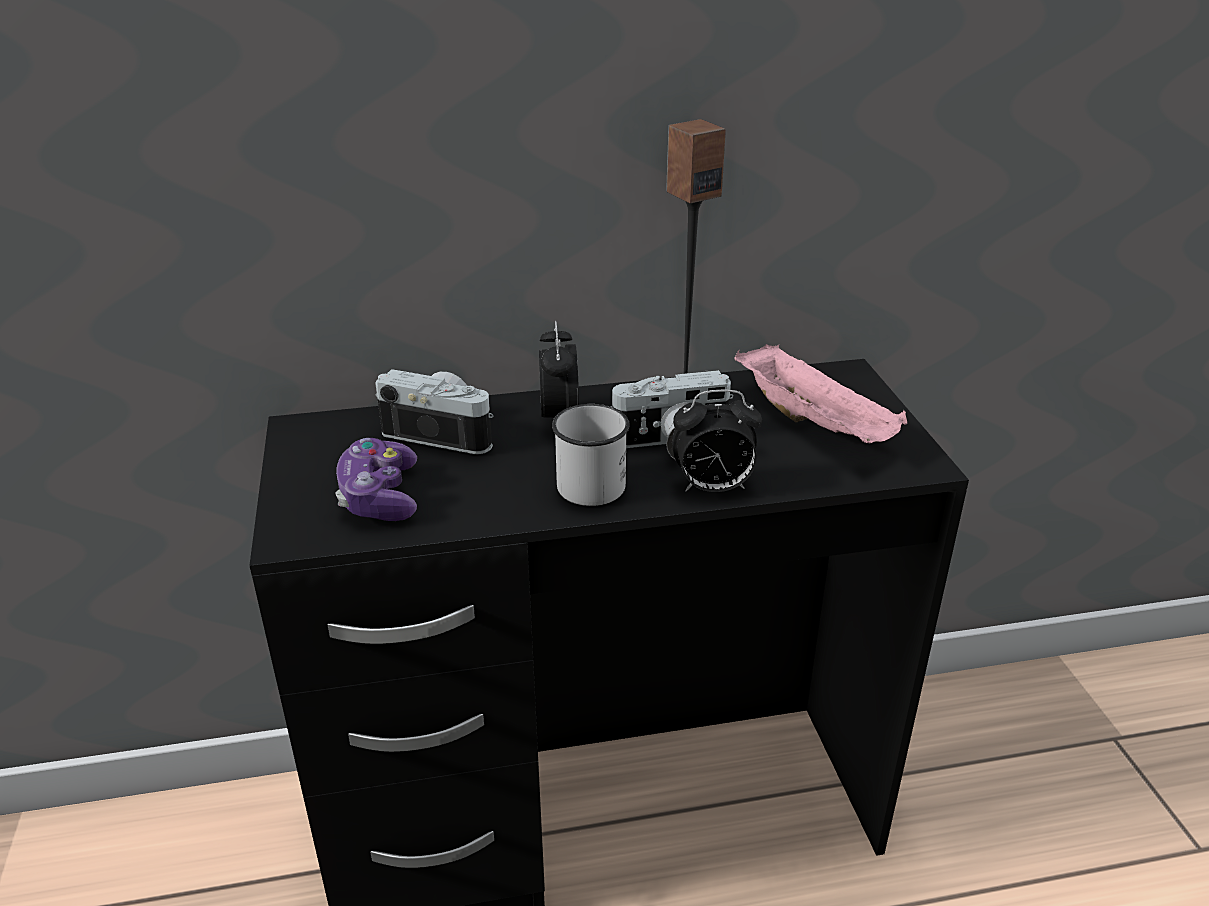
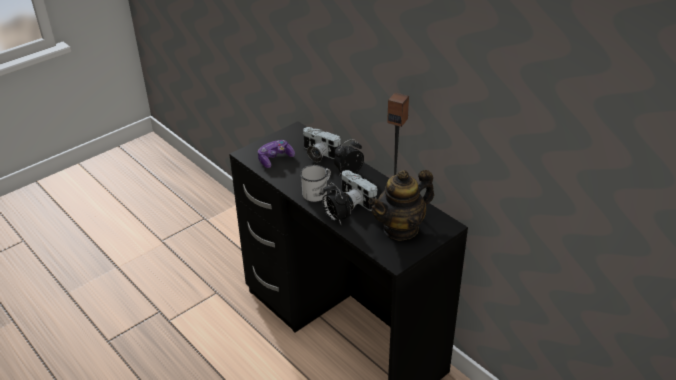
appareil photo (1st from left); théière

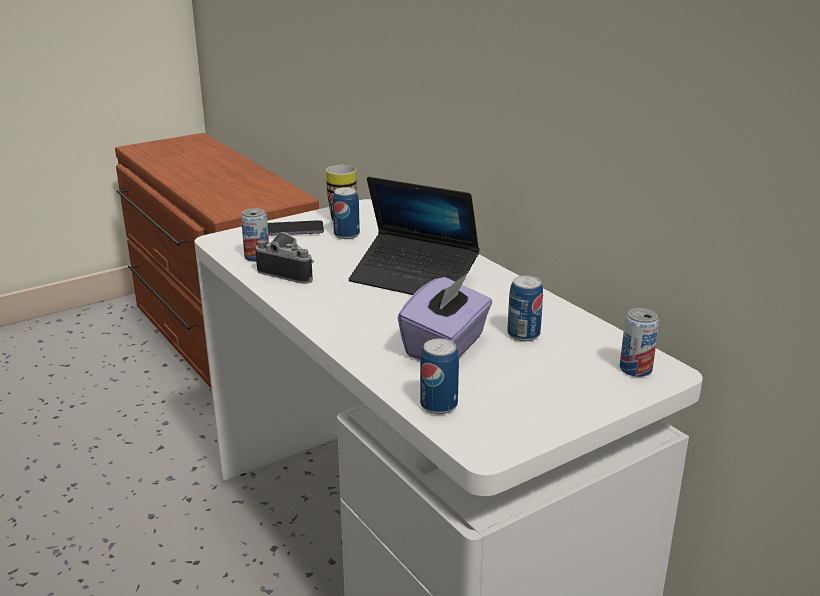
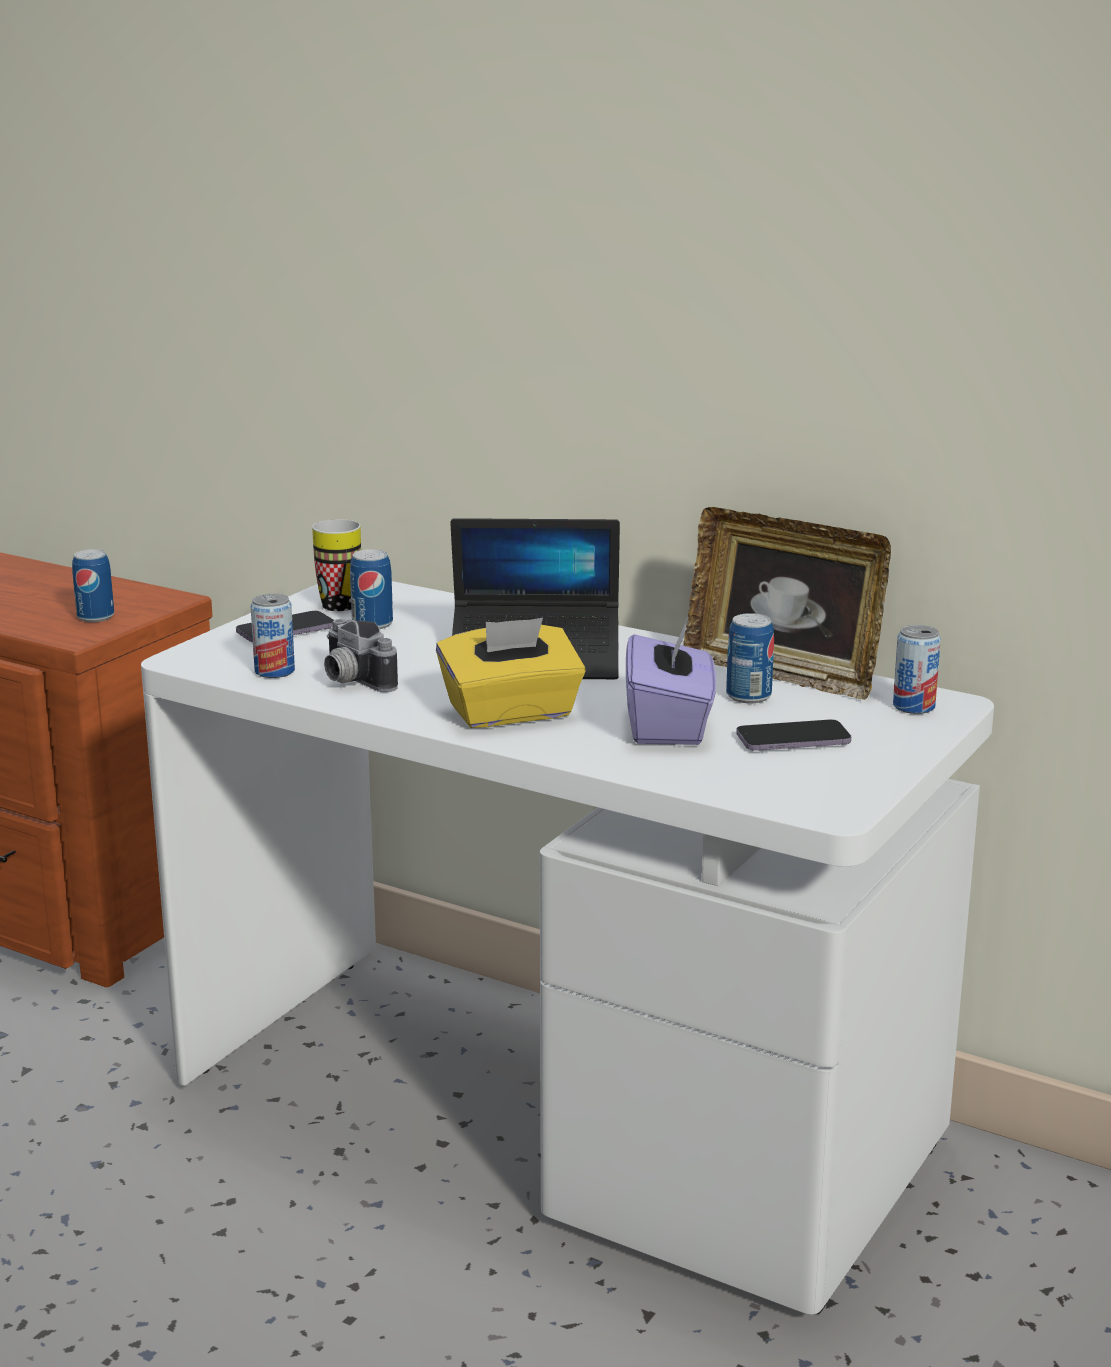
appareil photo; boîte métallique (1st from left); boîte à mouchoirs (jaune); cadre photo; téléphone (2nd from left)

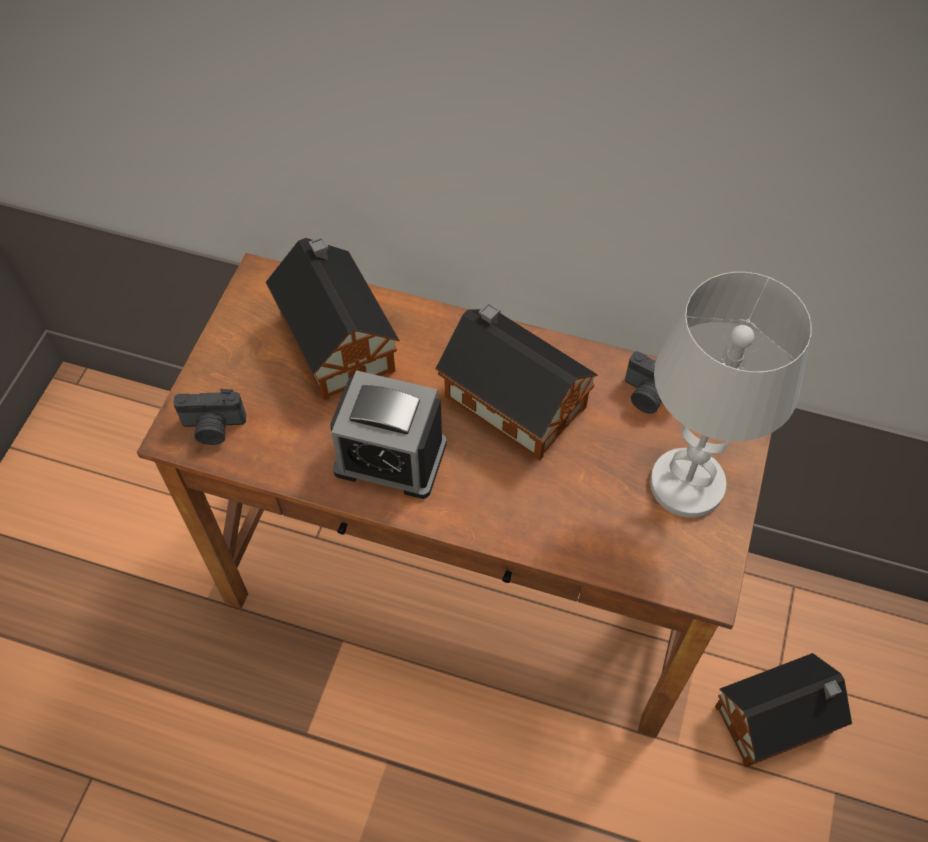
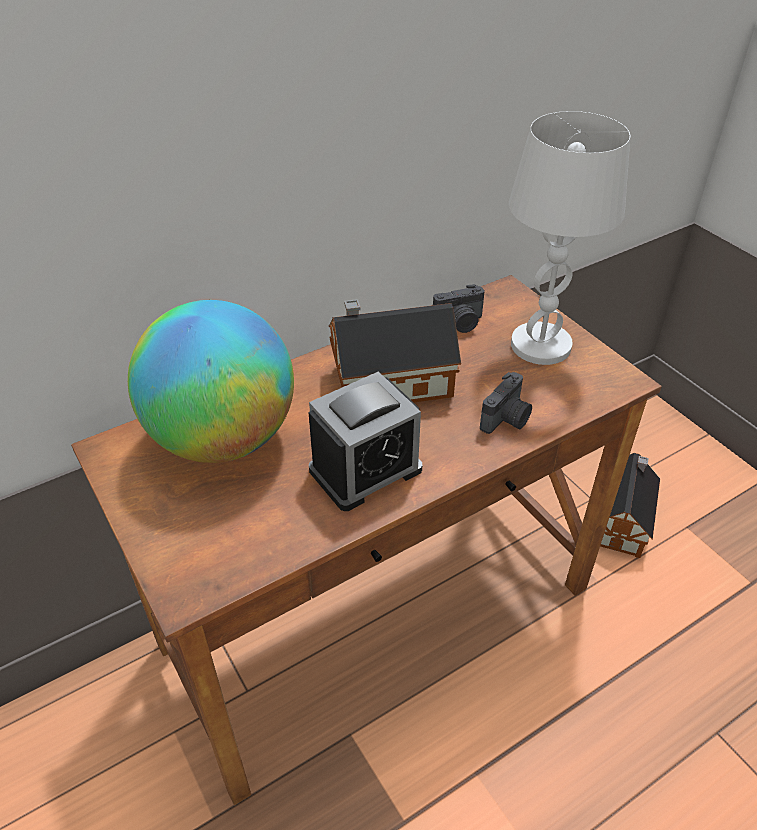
appareil photo (2nd from left); globe

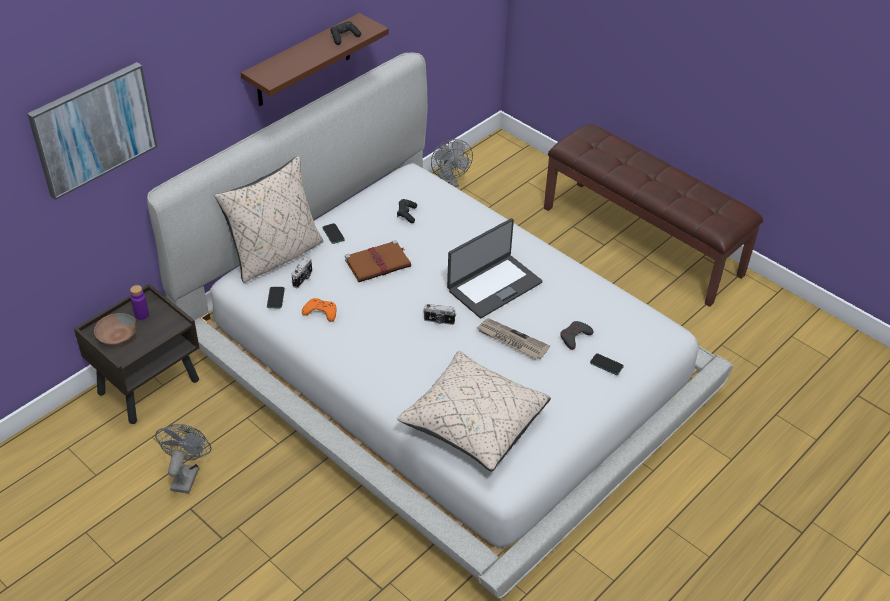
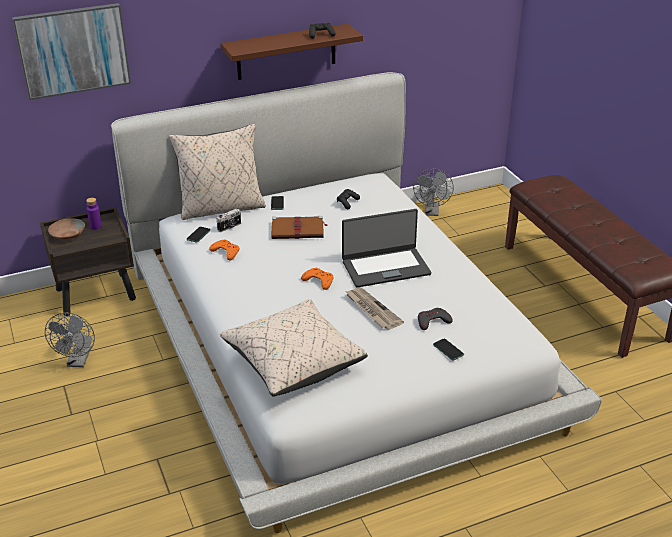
ventilateur (gris) (1st from left); manette (orange) (2nd from left)

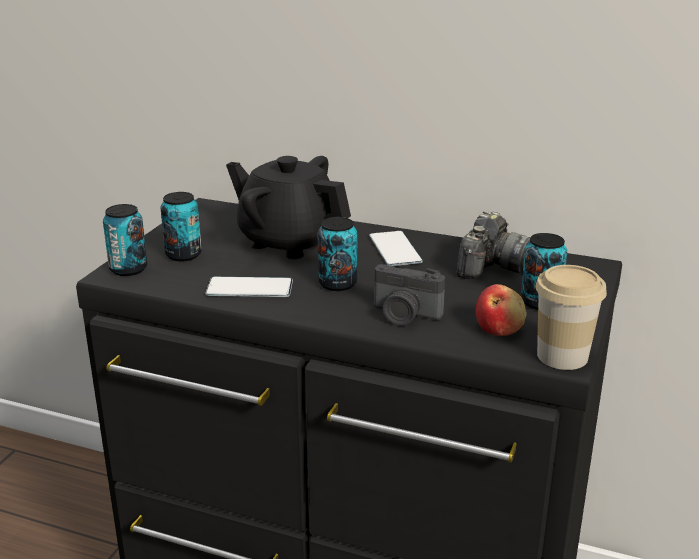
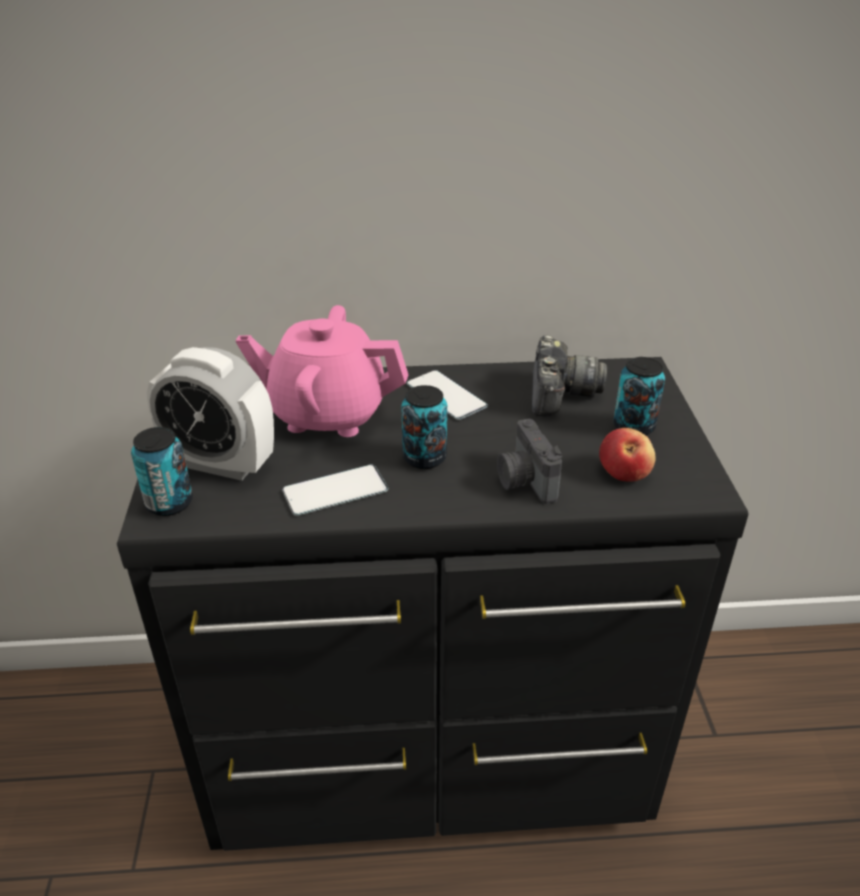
réveil; théière (rose); appareil photo (1st from left); tasse

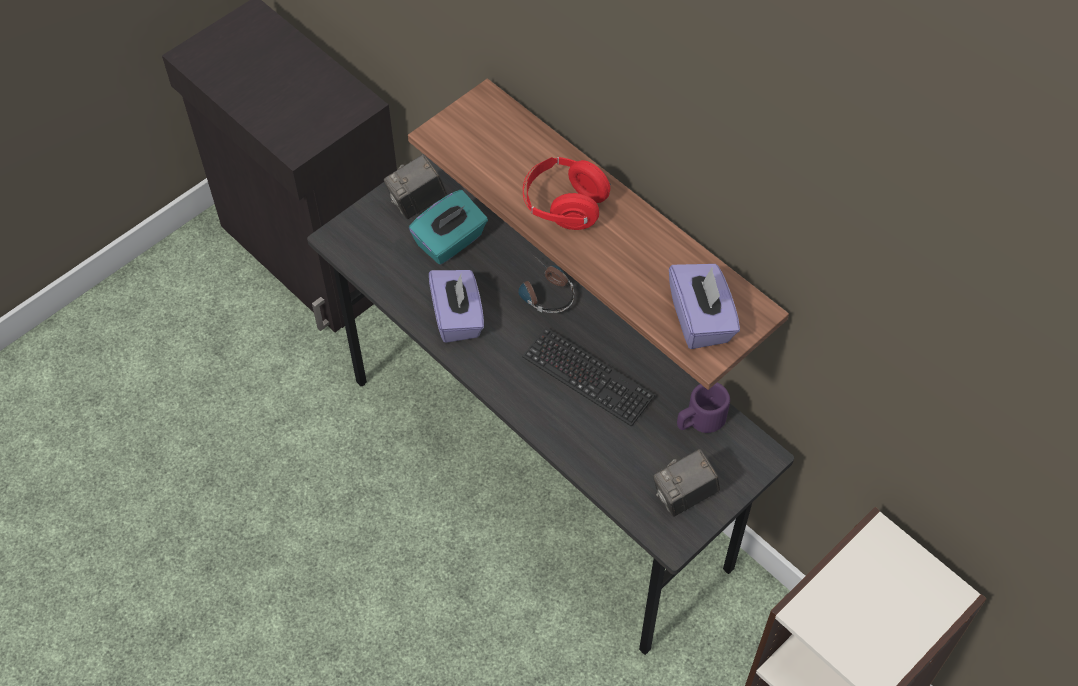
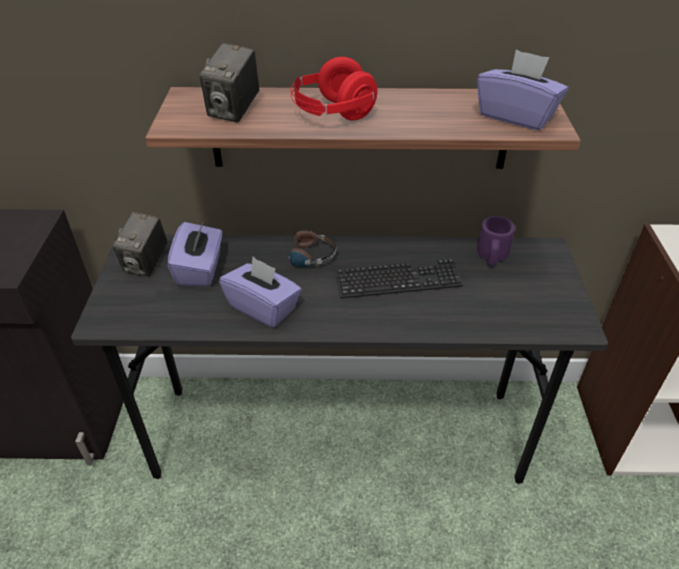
boîte à mouchoirs (violet) (1st from left); appareil photo (2nd from left)

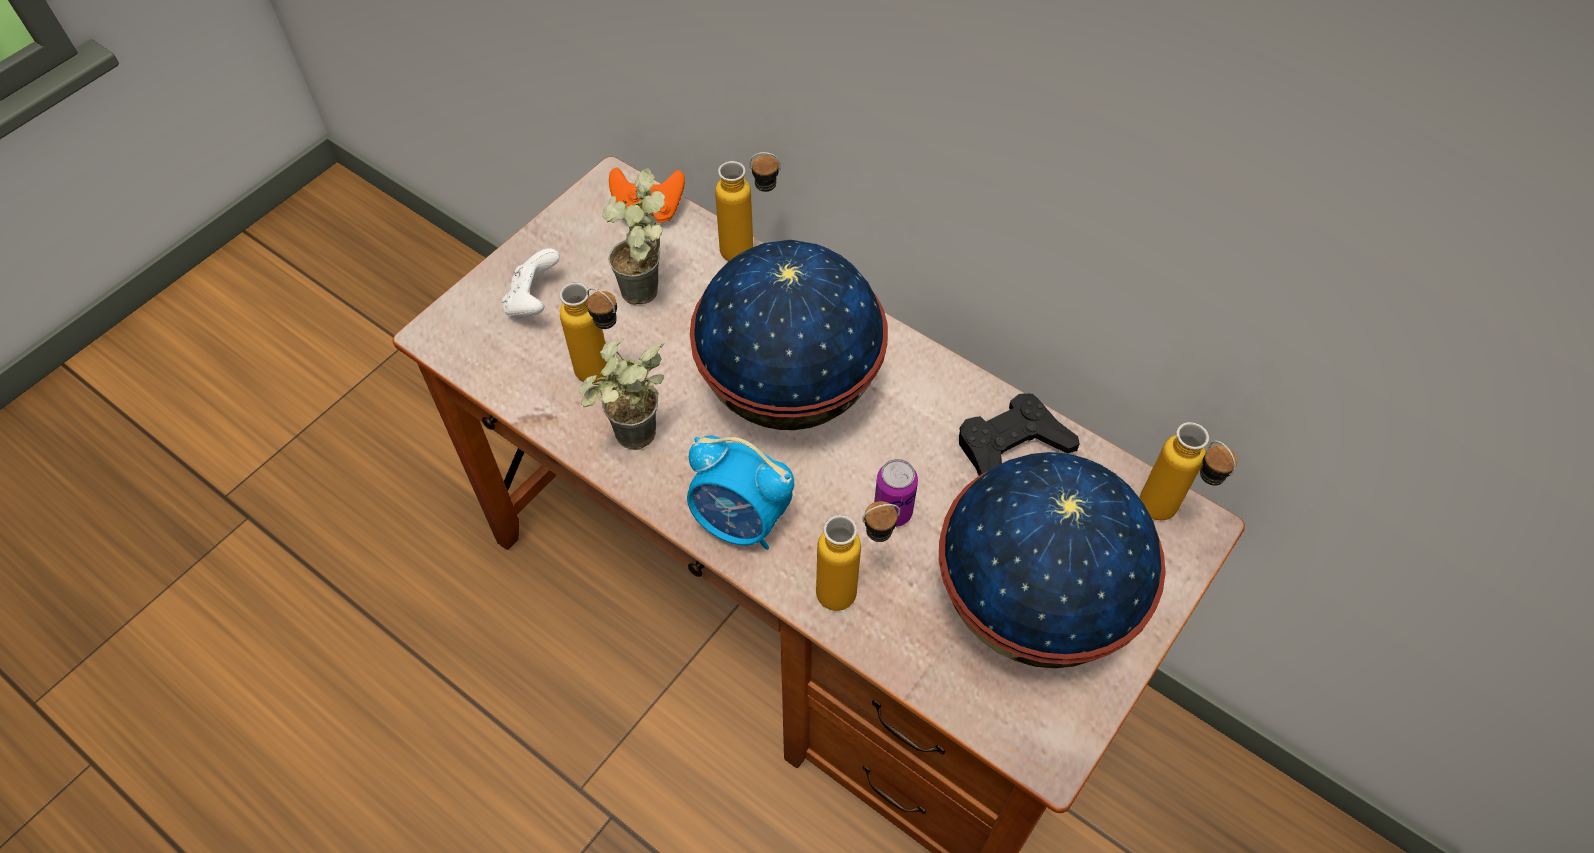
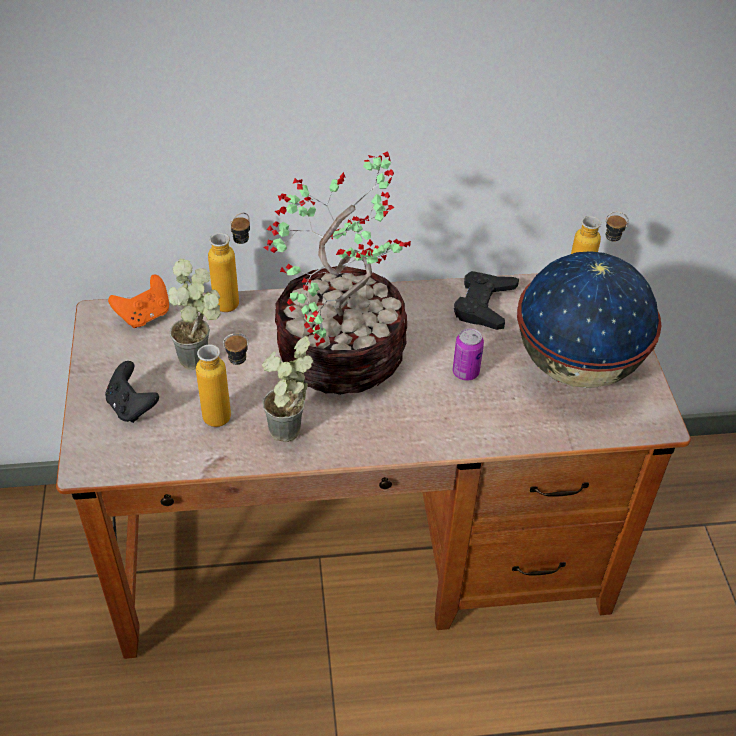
manette (noir) (1st from left); réveil; plante en pot (3rd from left); bouteille (3rd from left in the first image)

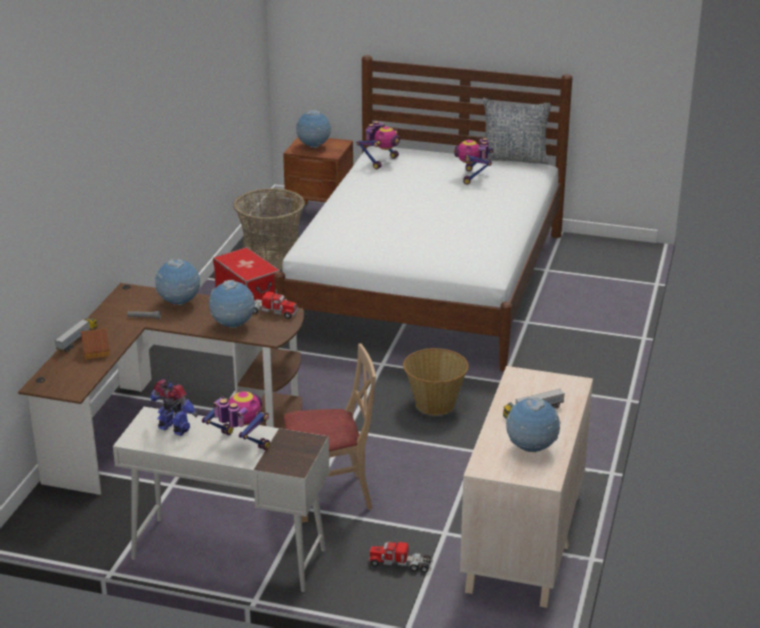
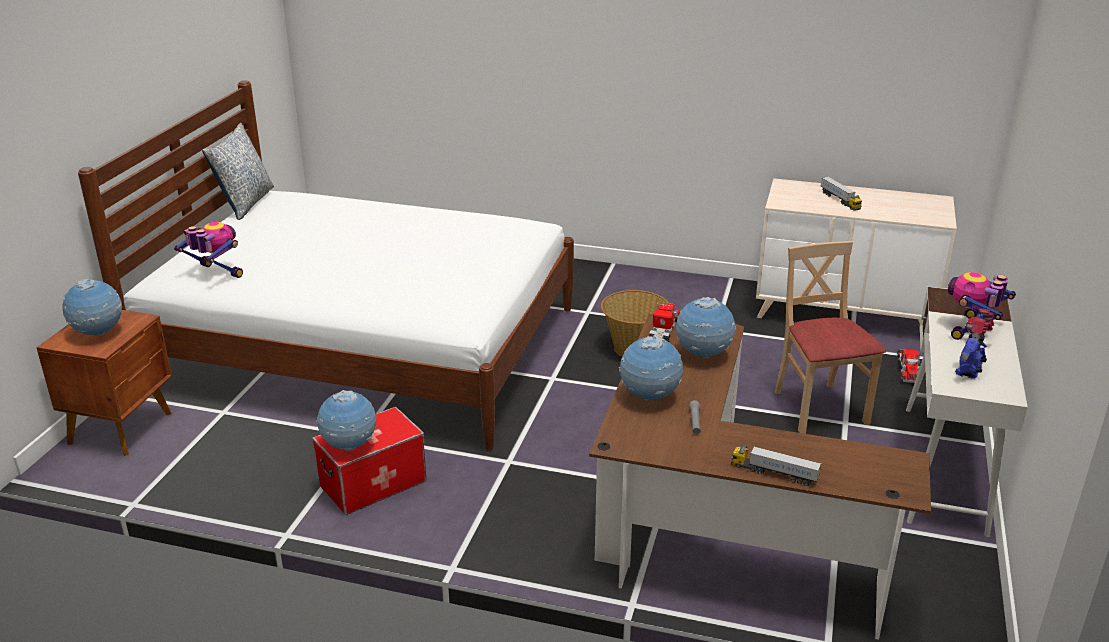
maison miniature; panier (1st from left in the first image); robot jouet (4th from left in the first image); globe (2nd from left)

